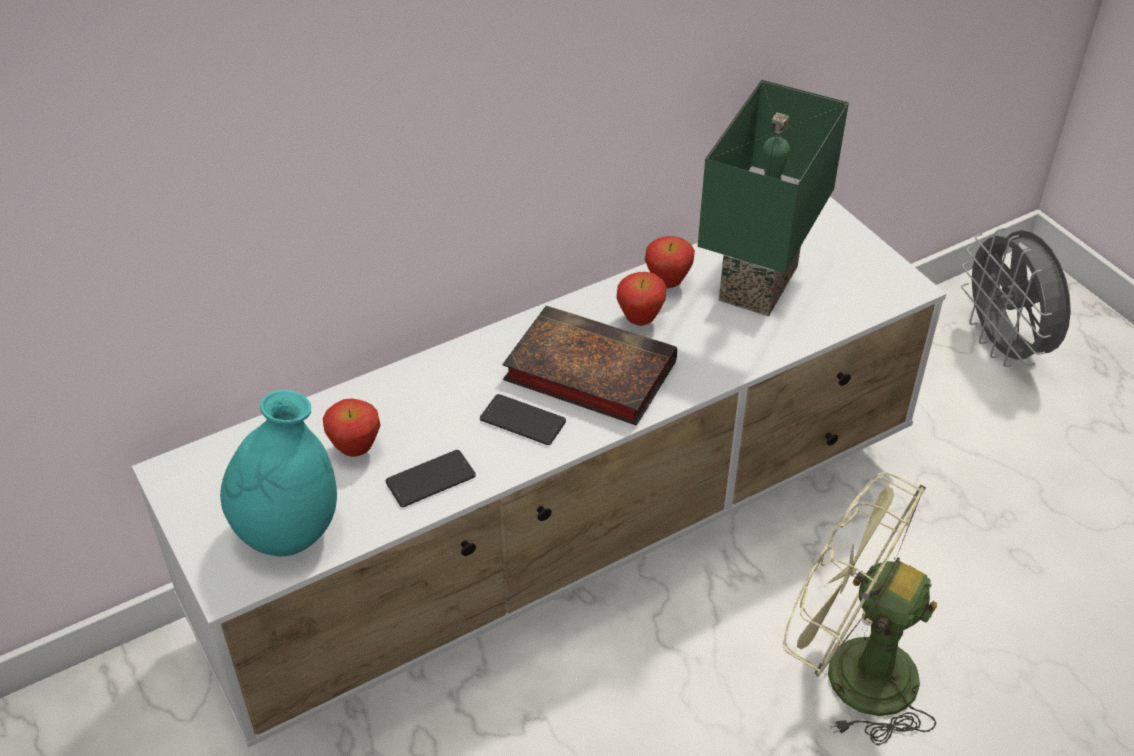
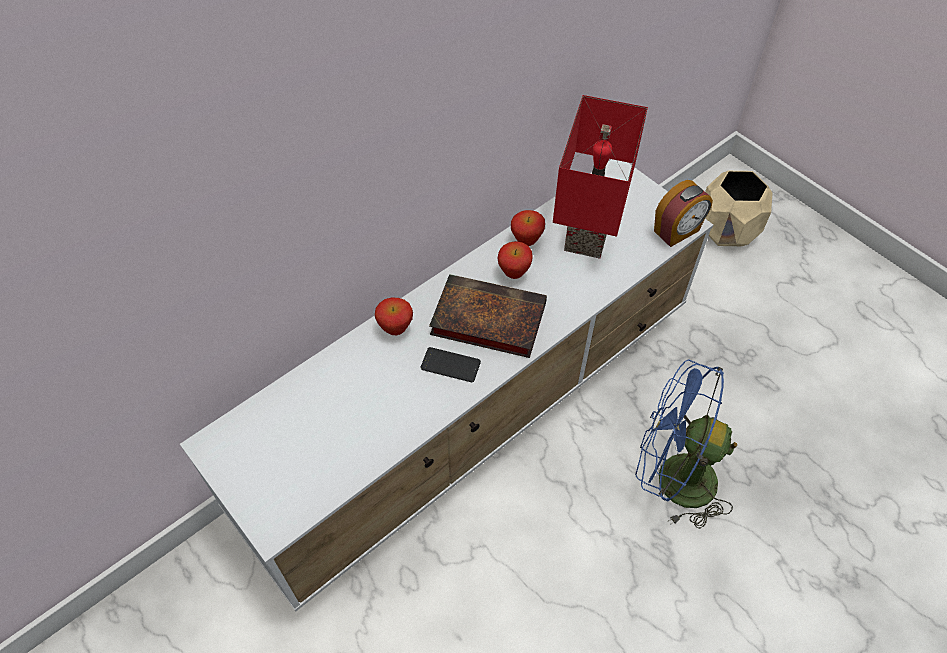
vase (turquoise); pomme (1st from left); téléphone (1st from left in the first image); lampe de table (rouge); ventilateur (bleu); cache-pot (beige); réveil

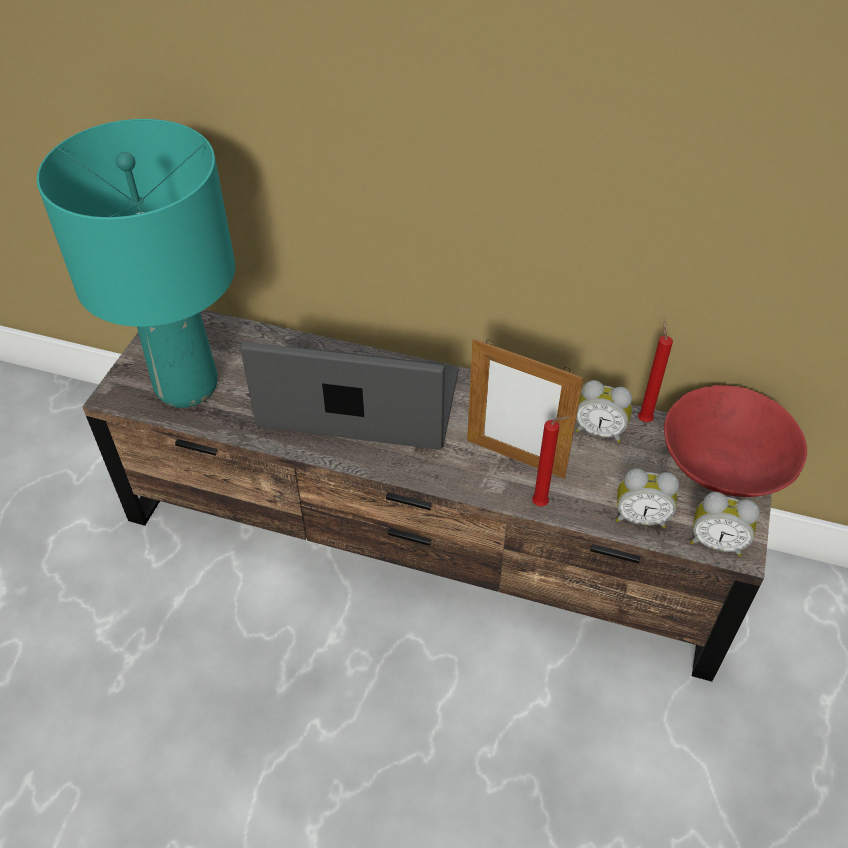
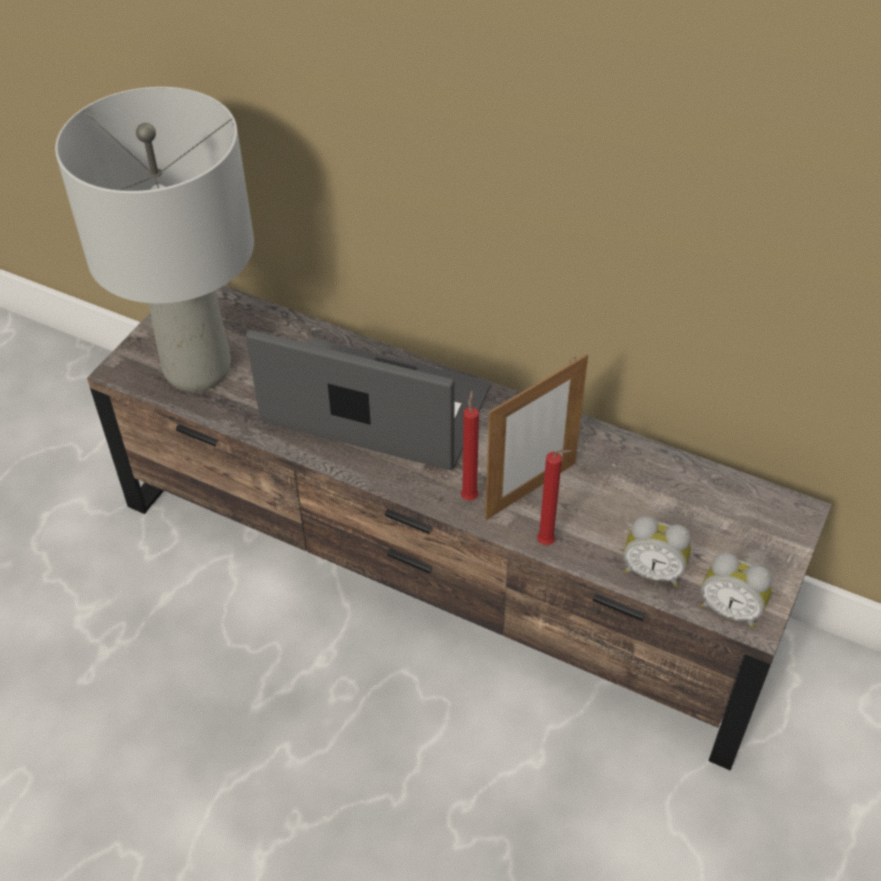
lampe de table (gris); cadre photo; réveil (1st from left in the first image); bougie (rouge) (1st from left); bol (rouge)

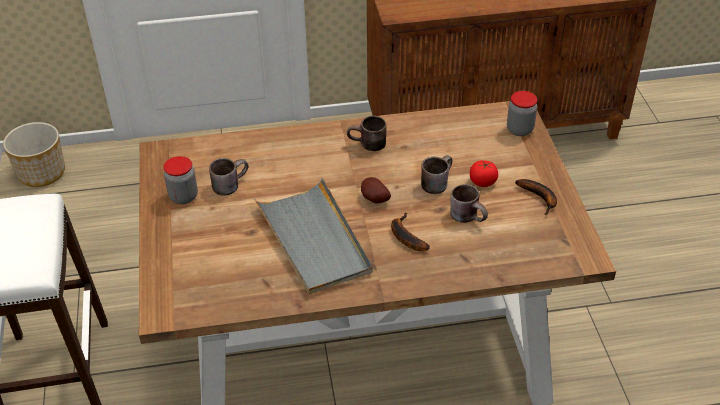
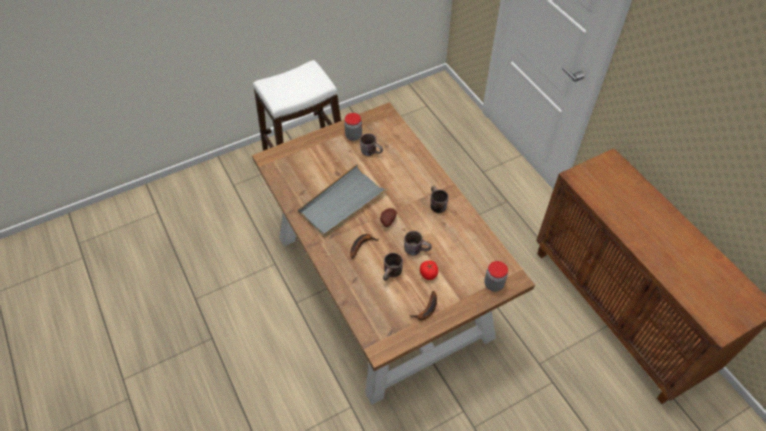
cache-pot

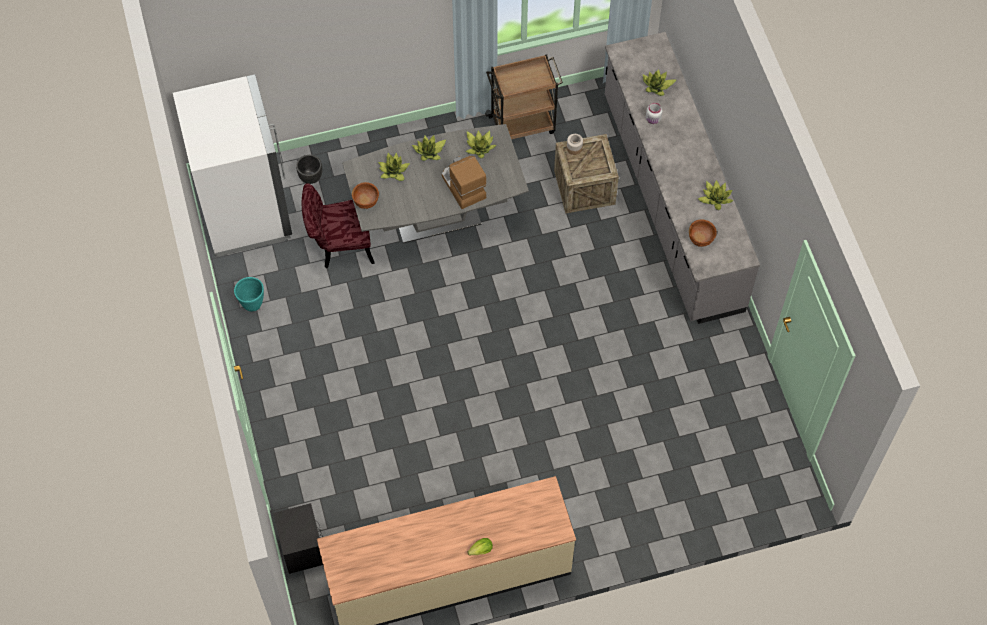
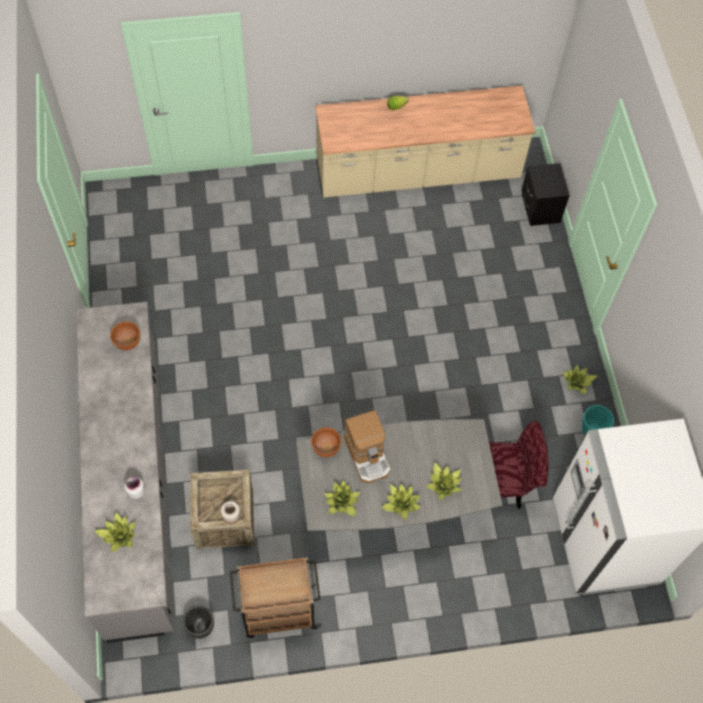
cache-pot (noir); bol (marron) (2nd from left); plante en pot (5th from left)

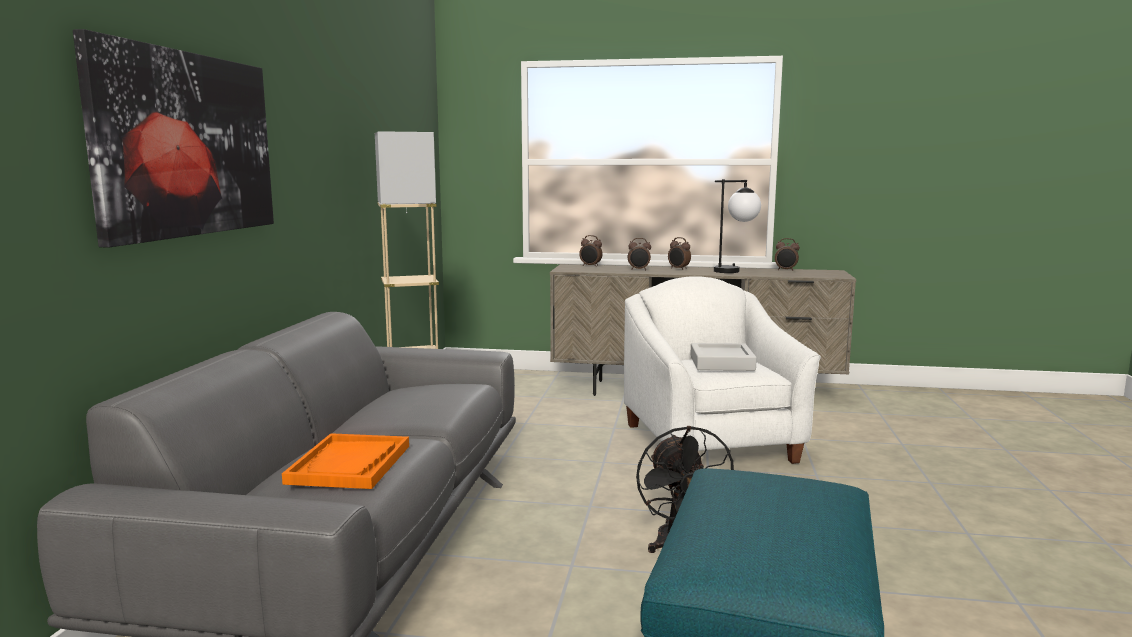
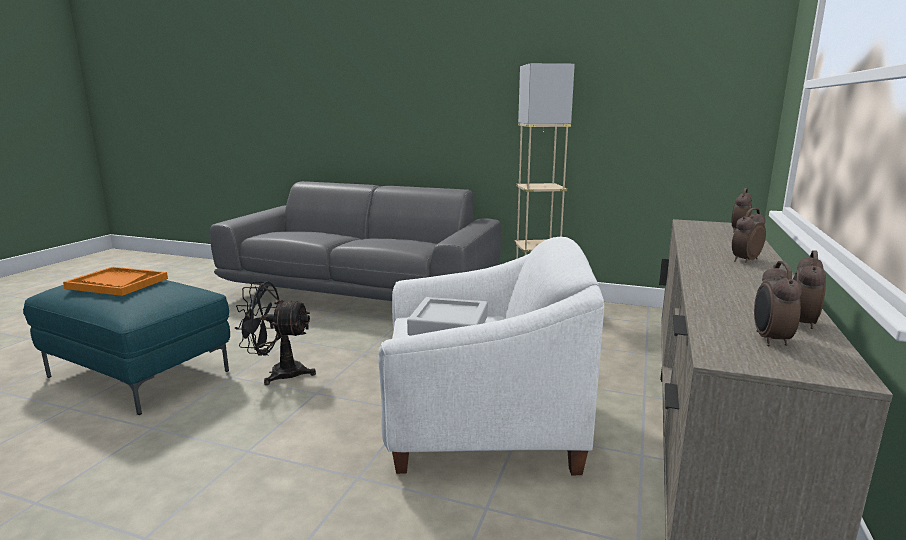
tableau; plateau (orange); réveil (3rd from left); lampe de table

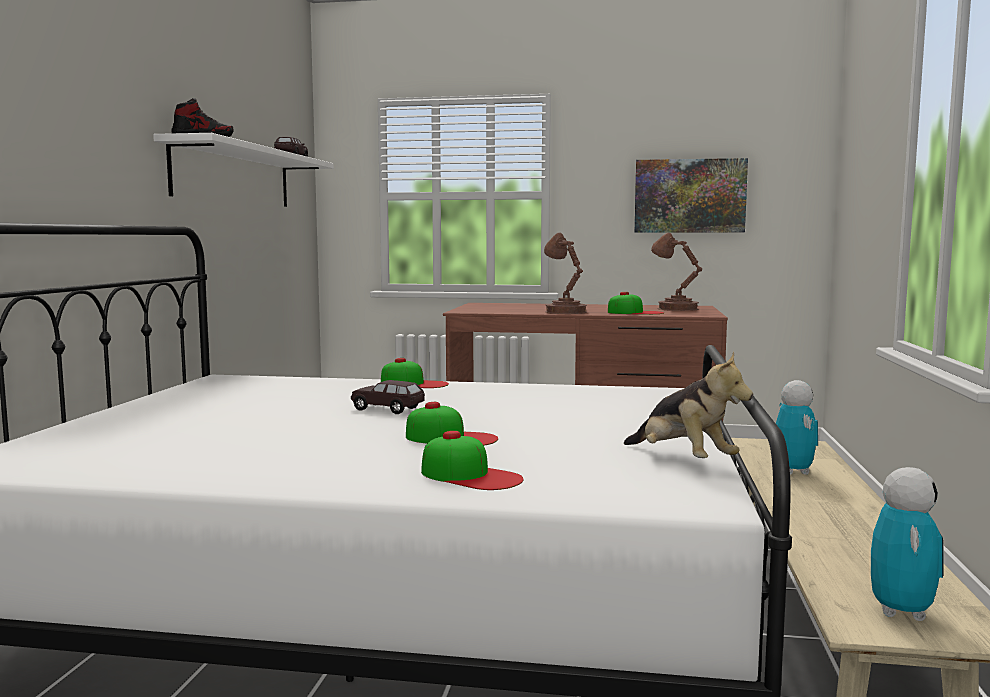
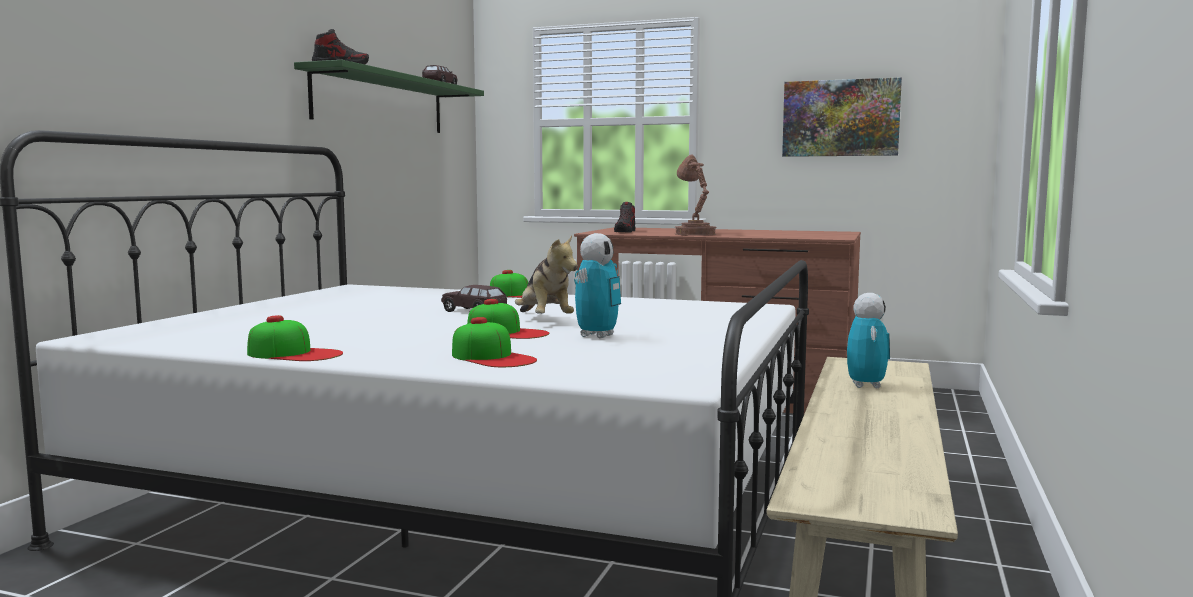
étagère (vert); casquette (1st from left); peluche; lampe de table (marron) (2nd from left in the first image); robot jouet (1st from left); chaussure (2nd from left)

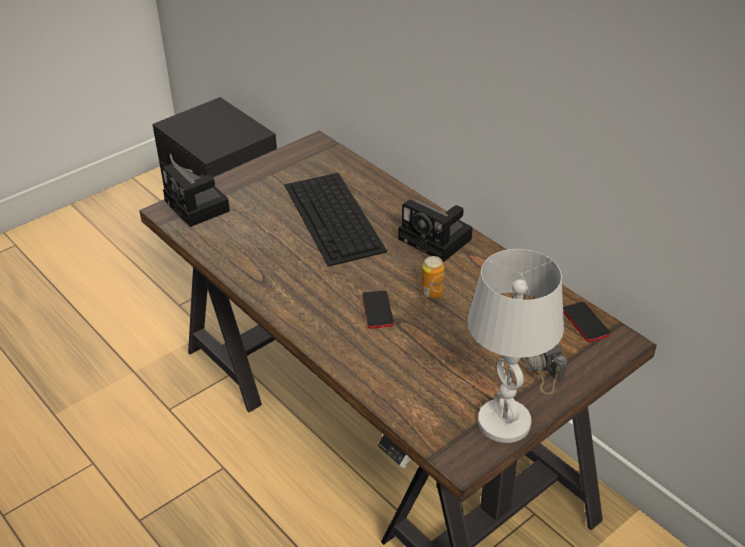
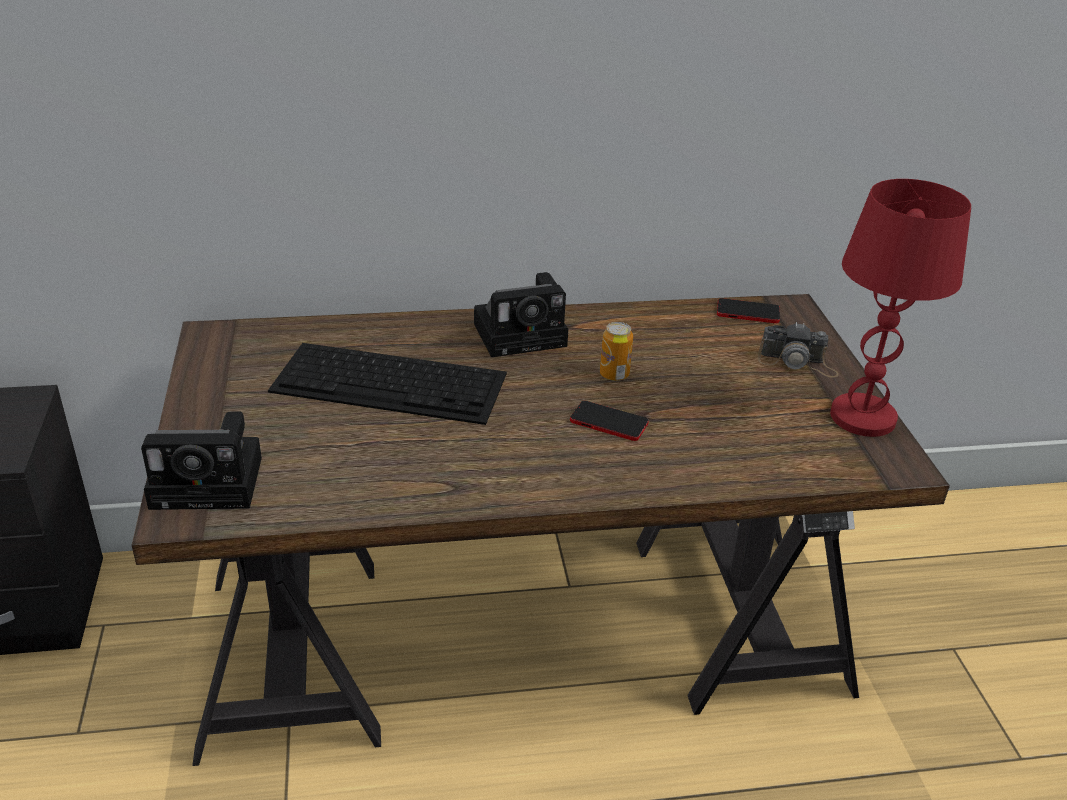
lampe de table (rouge)

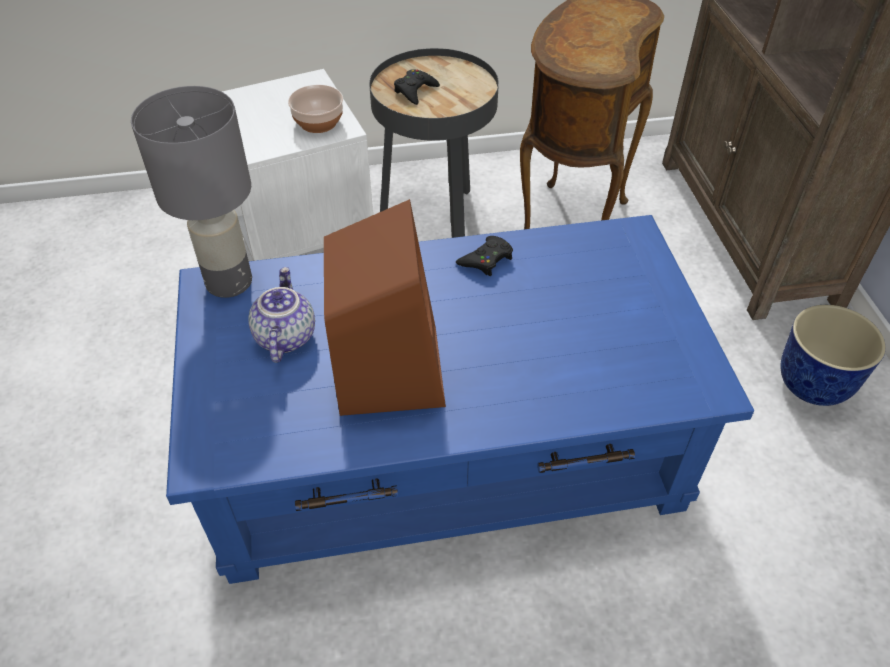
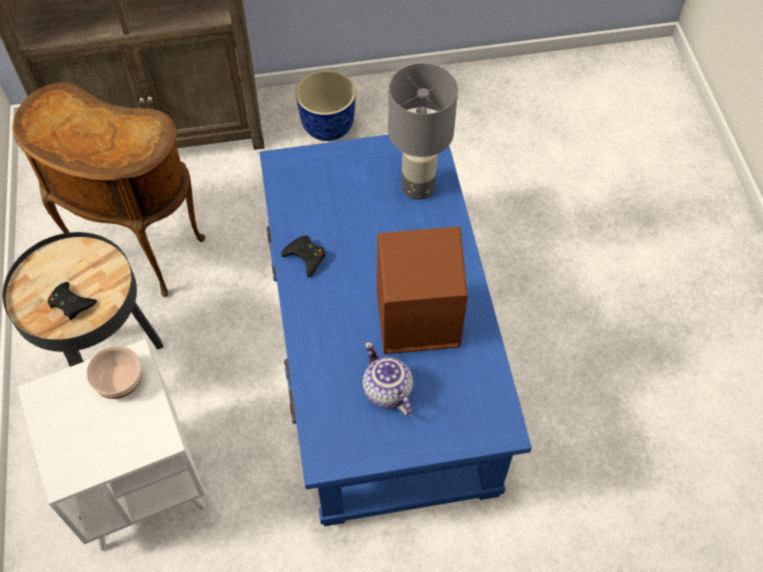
lampe de table (gris); théière

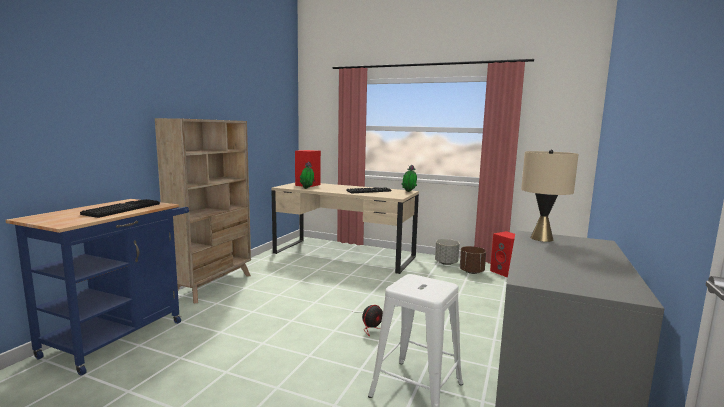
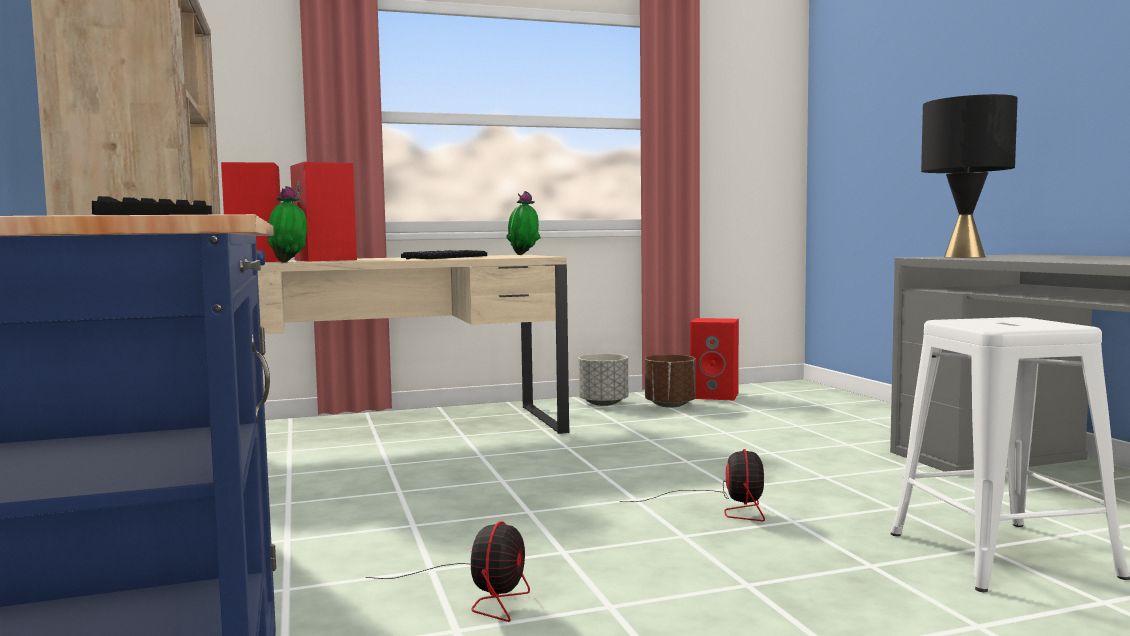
lampe de table (noir); enceinte (rouge) (2nd from left); ventilateur (1st from left)

